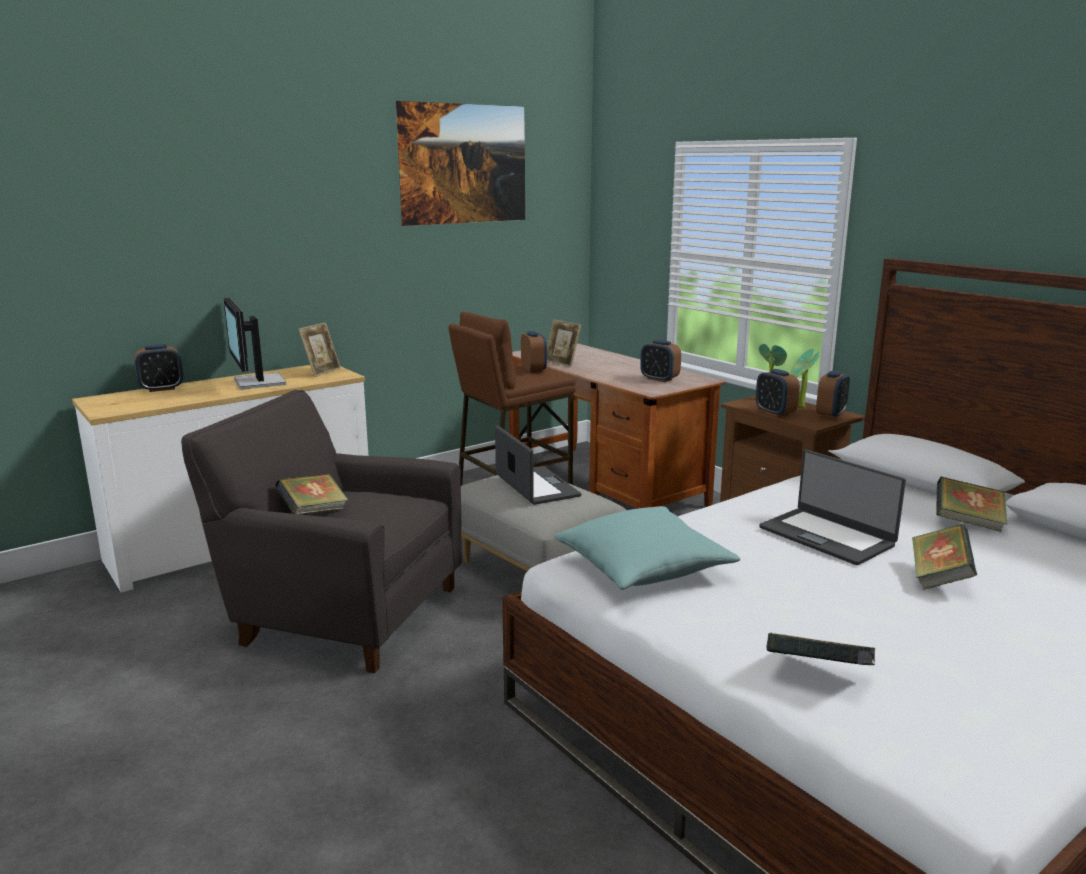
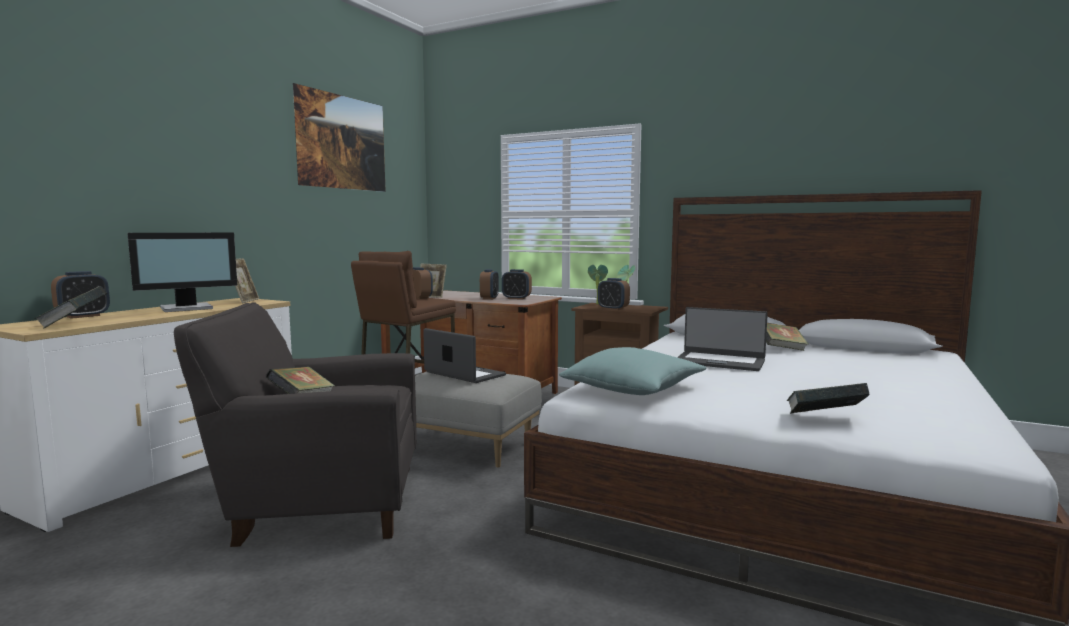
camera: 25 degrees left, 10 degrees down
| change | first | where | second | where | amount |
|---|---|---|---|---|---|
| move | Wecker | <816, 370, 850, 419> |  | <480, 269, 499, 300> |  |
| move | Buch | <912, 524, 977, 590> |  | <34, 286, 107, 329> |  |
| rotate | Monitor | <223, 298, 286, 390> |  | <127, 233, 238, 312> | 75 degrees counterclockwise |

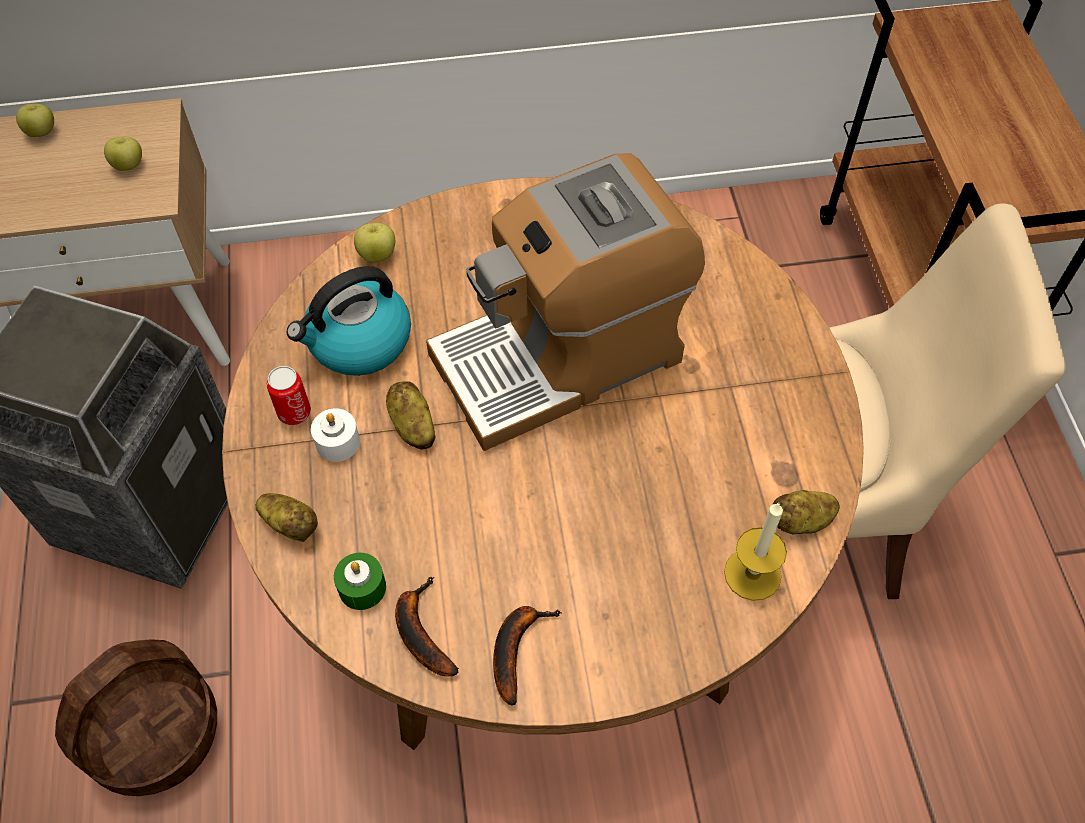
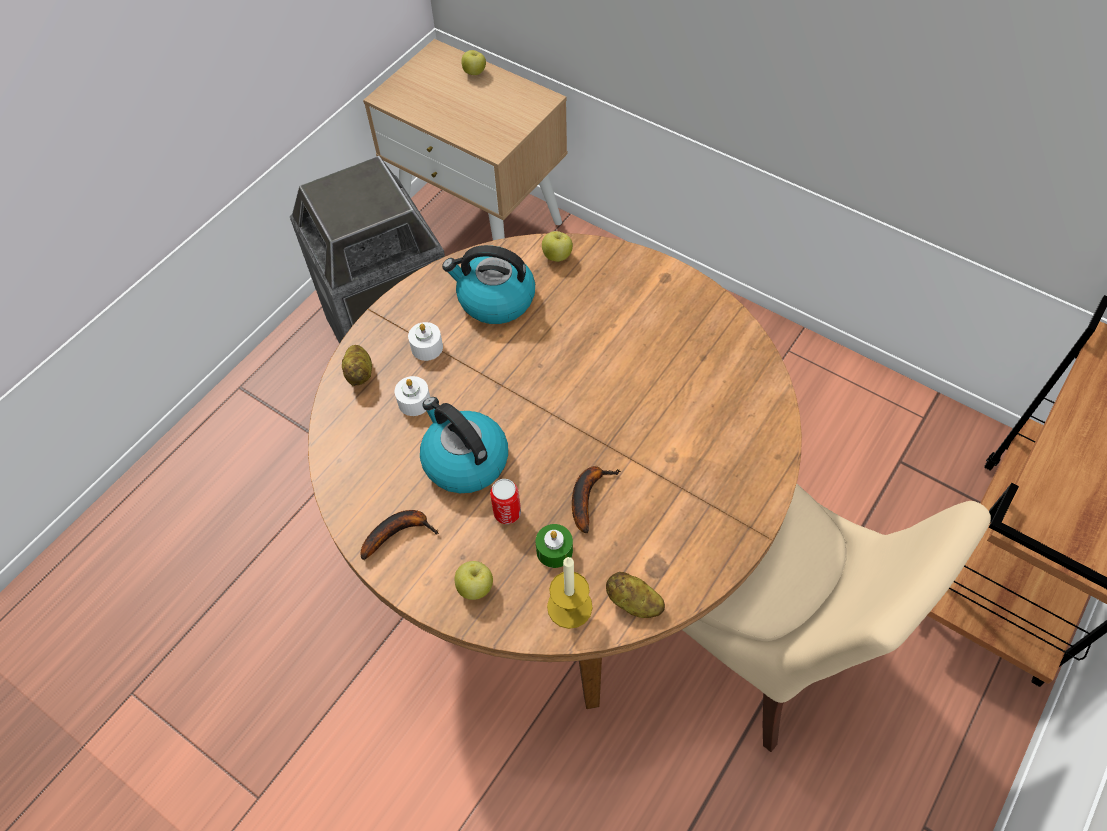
camera: 45 degrees right, 0 degrees up
| change | first | where | second | where | amount |
|---|---|---|---|---|---|
| delete | Korb | <55, 639, 217, 796> |  |  |  |
| delete | Kartoffel | <386, 381, 436, 450> |  |  |  |
| delete | Kaffeemaschine | <426, 153, 705, 451> |  |  |  |
| insert |  |  | Kerze/weiß | <395, 376, 430, 416> |  |
| insert |  |  | Wasserkessel | <420, 397, 508, 493> |  |
| move | Apfel | <104, 136, 142, 171> |  | <455, 561, 493, 600> |  |
| move | Dose | <267, 366, 311, 425> |  | <490, 479, 521, 524> |  |
| move | Kerze/grün | <334, 553, 386, 610> |  | <536, 524, 573, 568> |  |
| move | Banane | <395, 576, 459, 677> |  | <572, 466, 621, 533> |  |

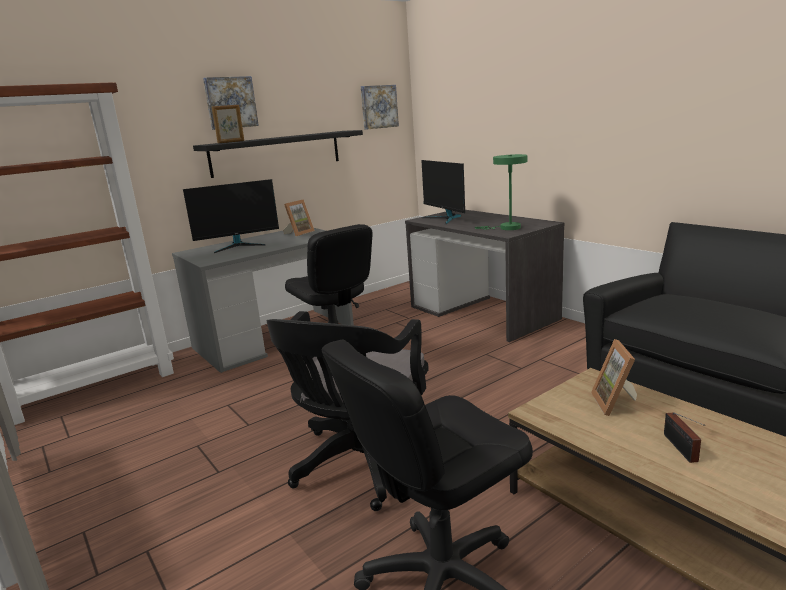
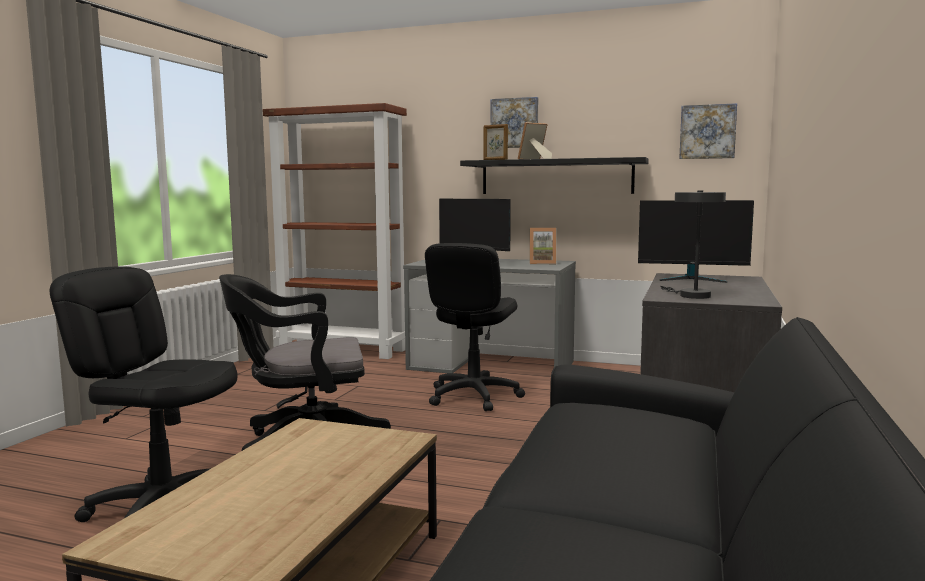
camera: 55 degrees right, 10 degrees down
| change | first | where | second | where | amount |
|---|---|---|---|---|---|
| delete | Radio | <664, 412, 705, 463> |  |  |  |
| move | Bilderrahmen | <591, 339, 637, 416> |  | <518, 122, 552, 159> |  |
| recolor | Tischlampe/grün | <474, 154, 527, 230> | Tischlampe/grau | <660, 190, 726, 299> |  |
| rotate | Monitor | <421, 160, 465, 224> |  | <638, 200, 754, 283> | 105 degrees counterclockwise |

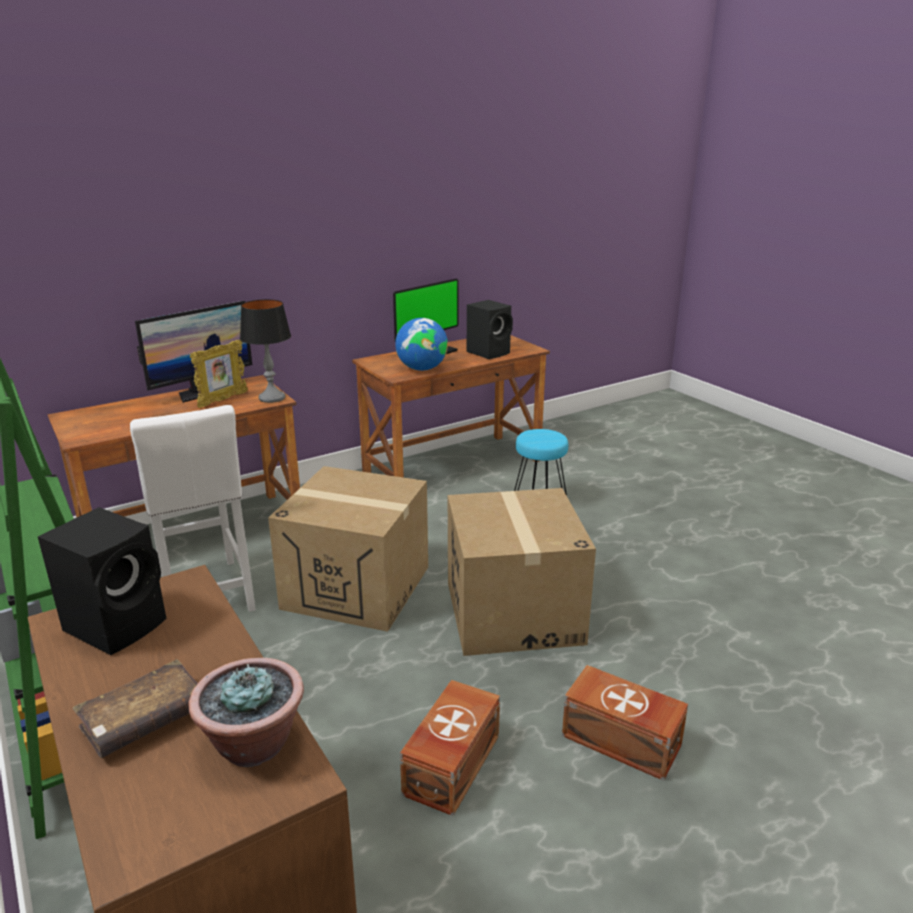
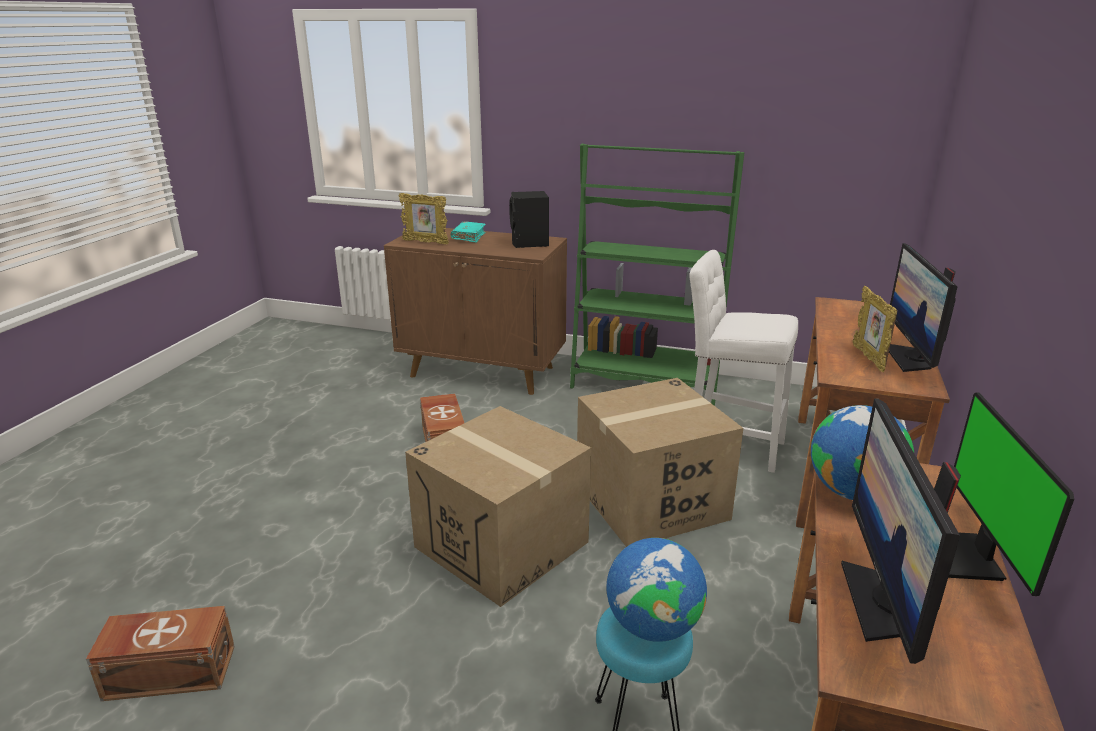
camera: 140 degrees right, 0 degrees up
| change | first | where | second | where | amount |
|---|---|---|---|---|---|
| delete | Tischlampe | <240, 299, 291, 403> |  |  |  |
| insert |  |  | Globus | <606, 538, 707, 642> |  |
| move | Aufbewahrungsbox/braun | <562, 665, 688, 781> |  | <86, 606, 235, 701> |  |
| replace | Topfpflanze | <188, 658, 304, 767> | Bilderrahmen | <399, 193, 449, 244> |  |
| replace | Lautsprecher/schwarz | <467, 300, 513, 359> | Monitor | <841, 398, 961, 664> |  |
| recolor | Buch/braun | <73, 659, 198, 758> | Buch/türkis | <451, 221, 486, 243> |  |

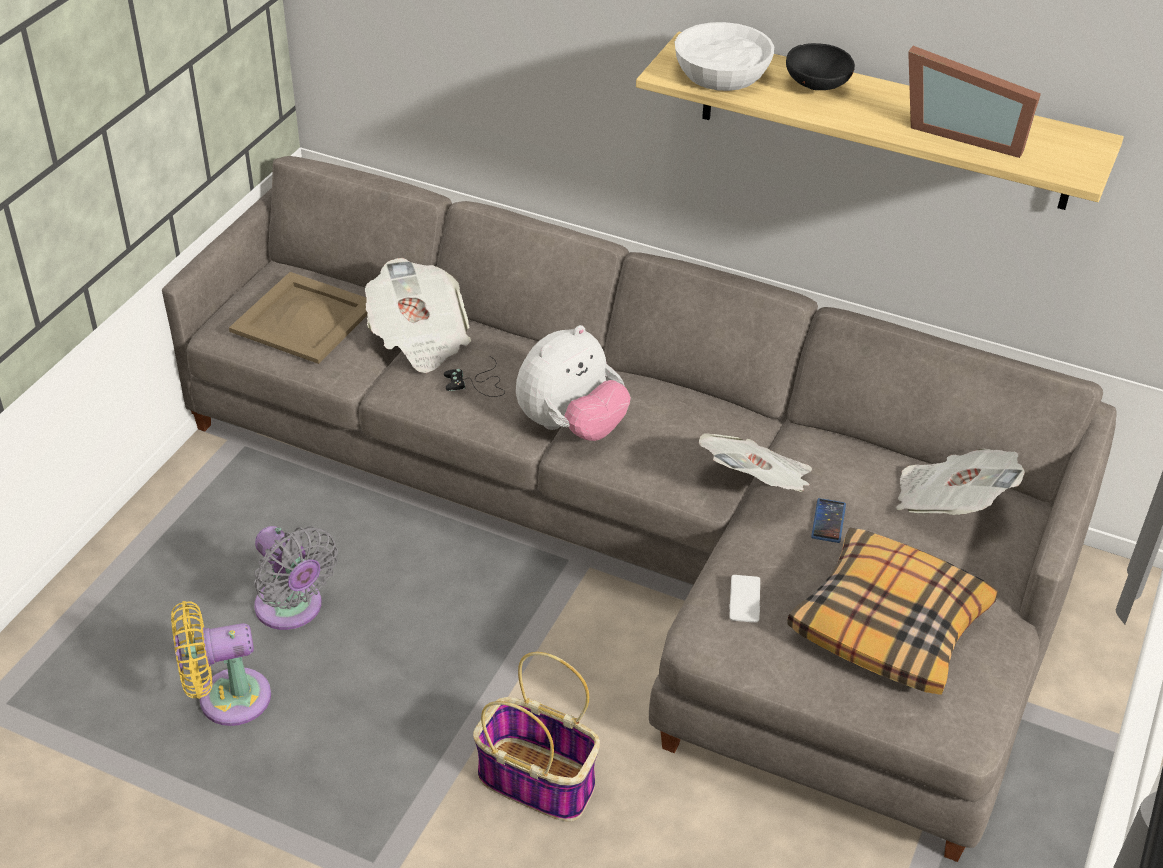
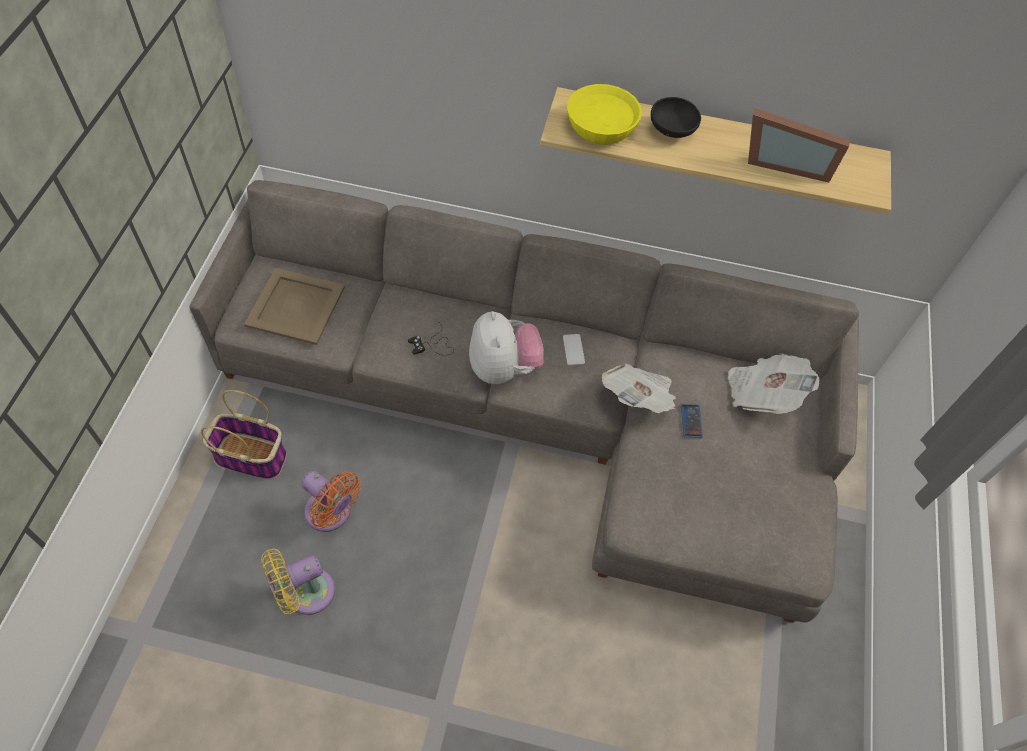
camera: 15 degrees left, 15 degrees up
| change | first | where | second | where | amount |
|---|---|---|---|---|---|
| delete | Zeitung | <365, 258, 471, 373> |  |  |  |
| delete | Kissen | <787, 528, 998, 695> |  |  |  |
| move | Korb | <473, 652, 600, 822> |  | <201, 390, 287, 479> |  |
| move | Handy | <729, 575, 760, 623> |  | <563, 334, 585, 365> |  |
| recolor | Ventilator/grau | <254, 526, 338, 630> | Ventilator/orange | <301, 471, 361, 532> |  |
| recolor | Schüssel/weiß | <675, 22, 774, 91> | Schüssel/gelb | <567, 84, 642, 145> |  |
| rotate | Plüschtier | <516, 325, 631, 441> |  | <469, 311, 544, 384> | 45 degrees counterclockwise |

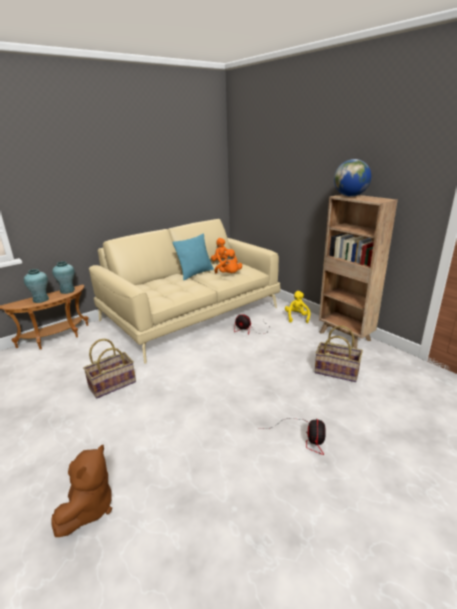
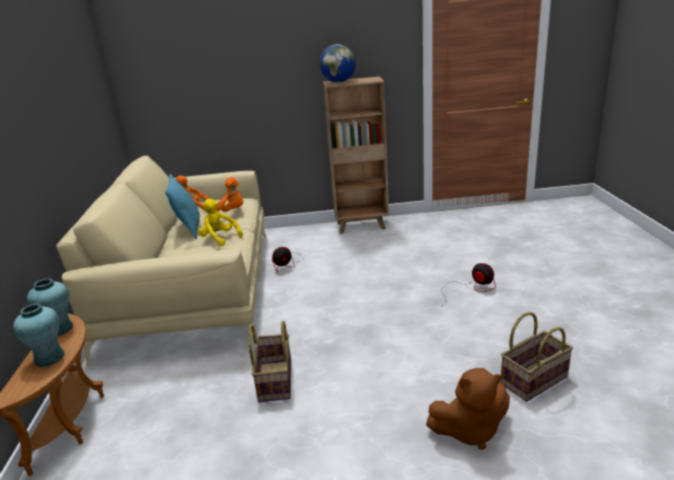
camera: 55 degrees left, 0 degrees up
| change | first | where | second | where | amount |
|---|---|---|---|---|---|
| move | Plüschtier/gelb | <285, 291, 310, 323> |  | <198, 199, 243, 246> |  |
| move | Korb | <315, 325, 363, 382> |  | <500, 312, 573, 402> |  |
| rotate | Plüschtier/braun | <51, 445, 112, 537> |  | <426, 368, 510, 450> | 120 degrees clockwise |

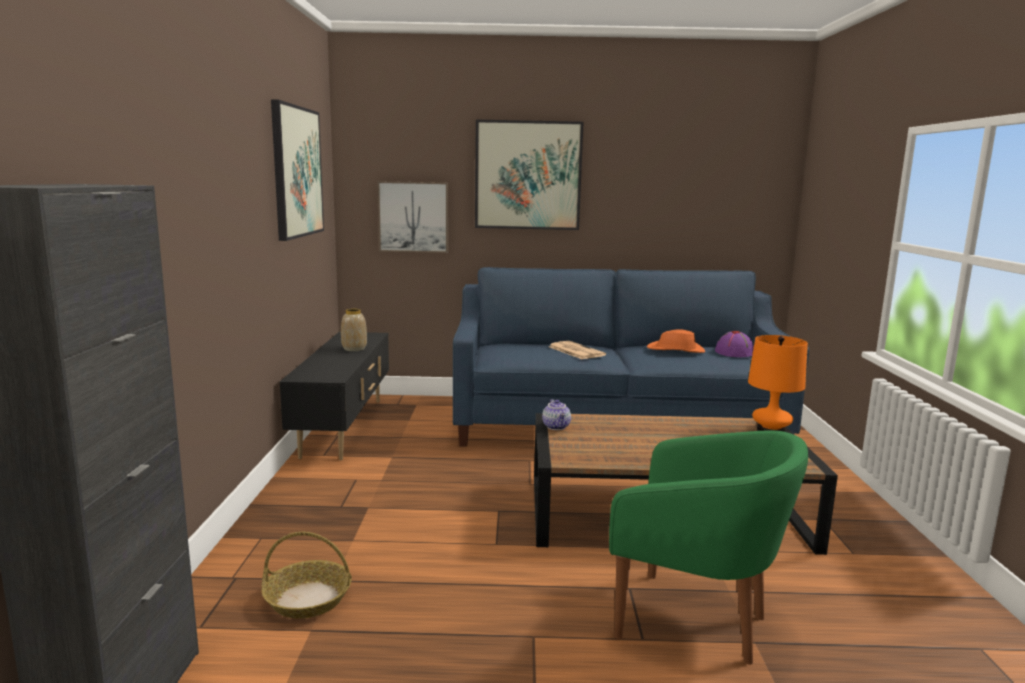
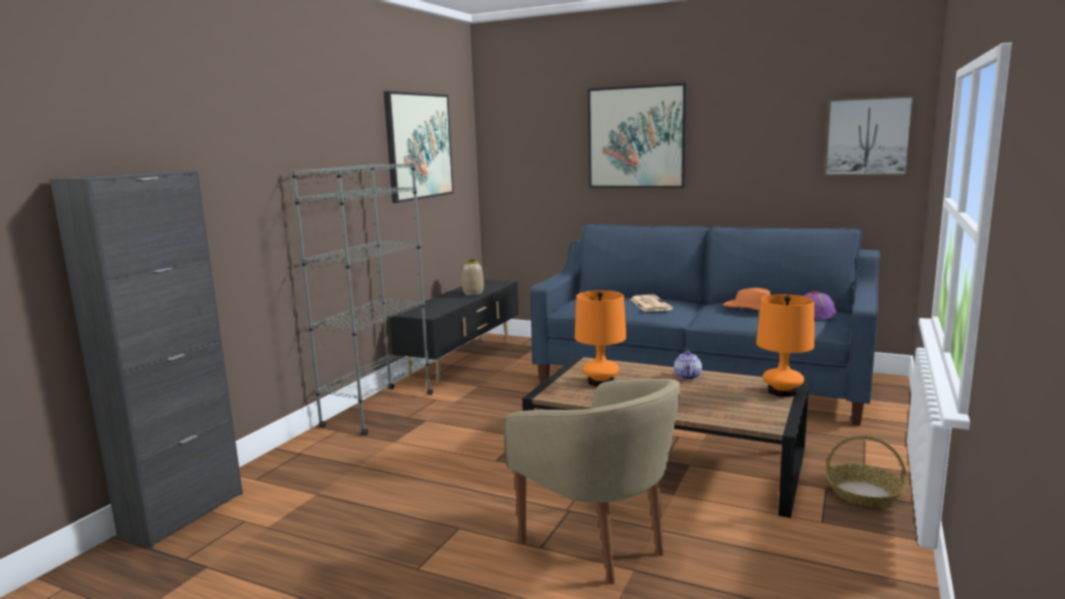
camera: 25 degrees right, 0 degrees up
| change | first | where | second | where | amount |
|---|---|---|---|---|---|
| insert |  |  | Bücherregal/grau | <291, 163, 433, 435> |  |
| insert |  |  | Tischlampe/orange | <575, 290, 626, 387> |  |
| move | Korb | <262, 532, 352, 619> |  | <826, 435, 907, 507> |  |
| move | Bild | <377, 181, 448, 253> |  | <824, 96, 914, 176> |  |
| move | Teekanne | <542, 399, 571, 430> |  | <674, 351, 702, 380> |  |
| recolor | Sessel/grün | <609, 430, 808, 665> | Sessel/beige | <504, 379, 680, 584> |  |

